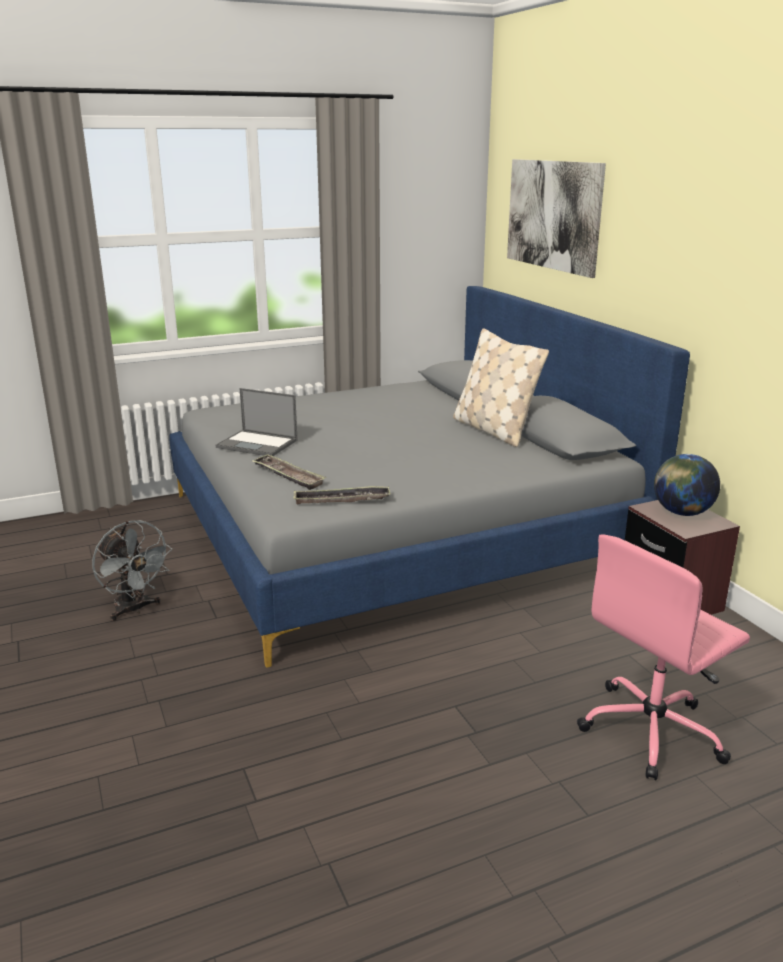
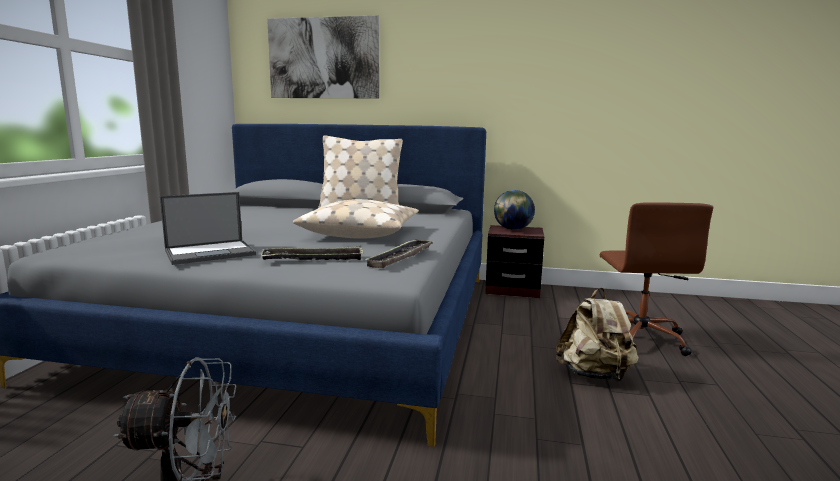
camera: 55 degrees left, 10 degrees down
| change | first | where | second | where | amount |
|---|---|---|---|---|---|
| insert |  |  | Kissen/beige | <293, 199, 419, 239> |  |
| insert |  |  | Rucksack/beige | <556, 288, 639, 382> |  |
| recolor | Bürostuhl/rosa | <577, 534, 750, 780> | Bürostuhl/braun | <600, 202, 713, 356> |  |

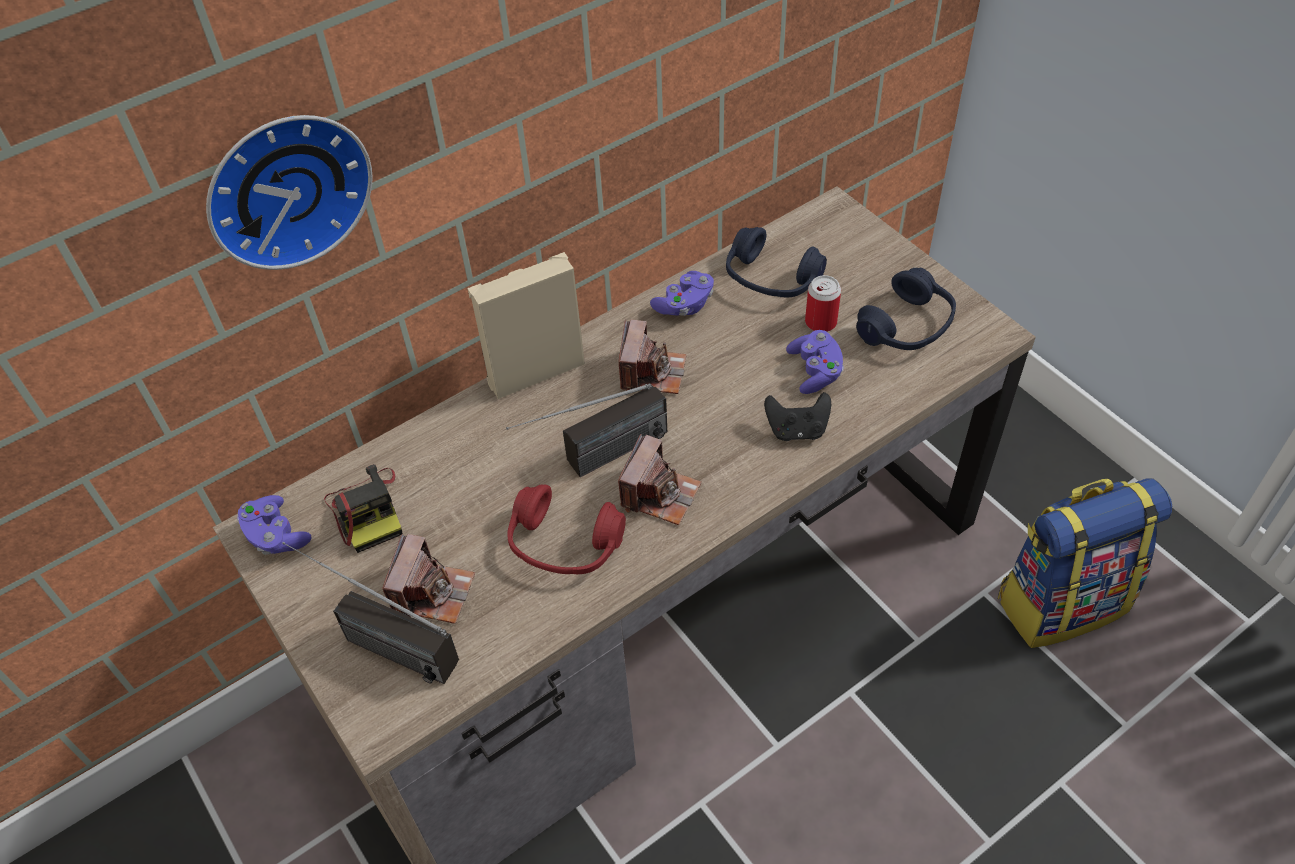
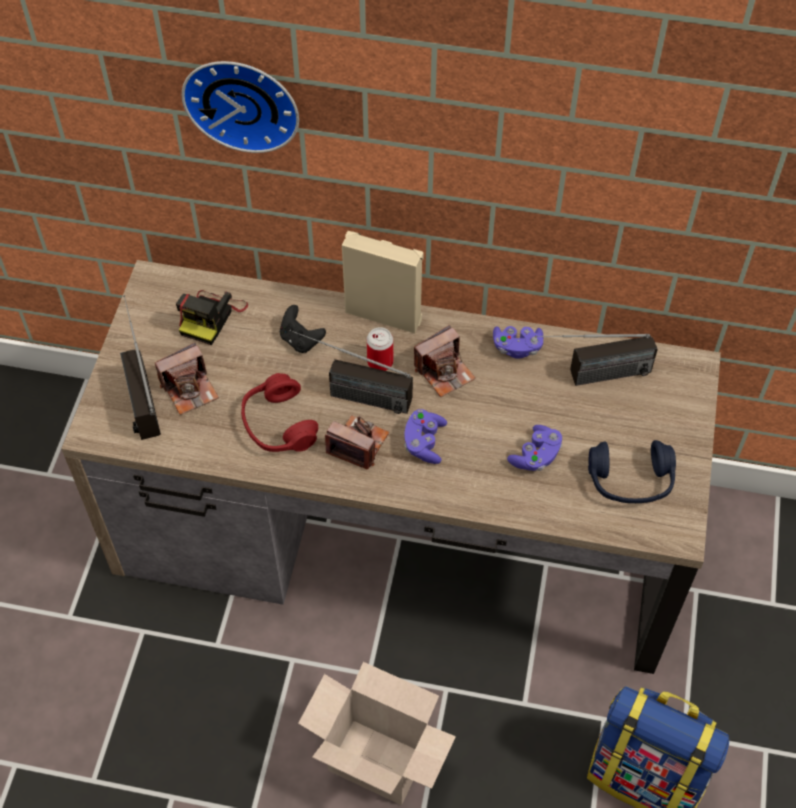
camera: 45 degrees right, 5 degrees up
| change | first | where | second | where | amount |
|---|---|---|---|---|---|
| insert |  |  | Karton | <298, 662, 456, 805> |  |
| move | Gamepad/lila | <237, 495, 312, 555> |  | <404, 409, 447, 464> |  |
| move | Gamepad/schwarz | <764, 392, 831, 441> |  | <280, 305, 326, 353> |  |
| move | Dose | <805, 275, 841, 332> |  | <366, 327, 393, 371> |  |
| replace | Kopfhörer/blau | <726, 227, 827, 297> | Radio | <535, 334, 658, 386> |  |
| rotate | Kamera | <618, 434, 702, 525> |  | <325, 415, 389, 469> | 135 degrees counterclockwise |

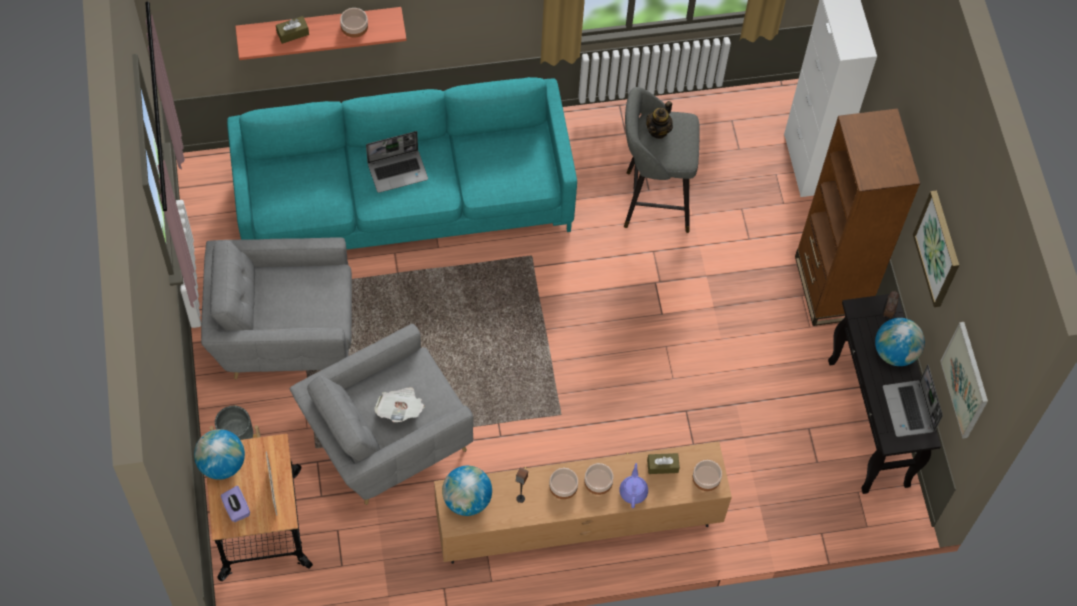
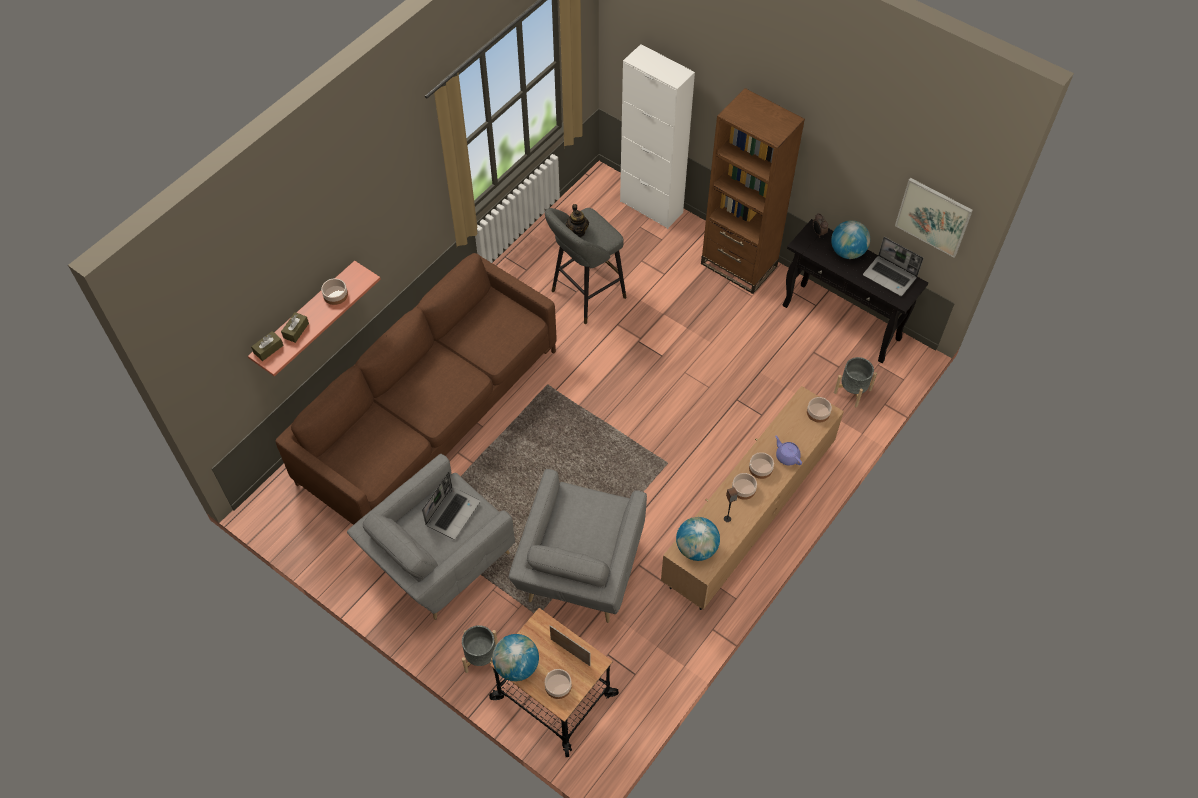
camera: 40 degrees left, 5 degrees down
| change | first | where | second | where | amount |
|---|---|---|---|---|---|
| delete | Zeitung | <374, 387, 425, 422> |  |  |  |
| delete | Bild | <913, 190, 959, 307> |  |  |  |
| insert |  |  | Pflanzkübel/grau | <834, 357, 877, 407> |  |
| move | Laptop | <366, 131, 428, 193> |  | <422, 471, 480, 539> |  |
| move | Taschentuchbox/braun | <647, 453, 680, 474> |  | <251, 331, 283, 361> |  |
| replace | Taschentuchbox/lila | <221, 486, 250, 522> | Schüssel | <545, 669, 572, 699> |  |
| recolor | Sofa/türkis | <227, 77, 577, 249> | Sofa/braun | <275, 253, 557, 525> |  |

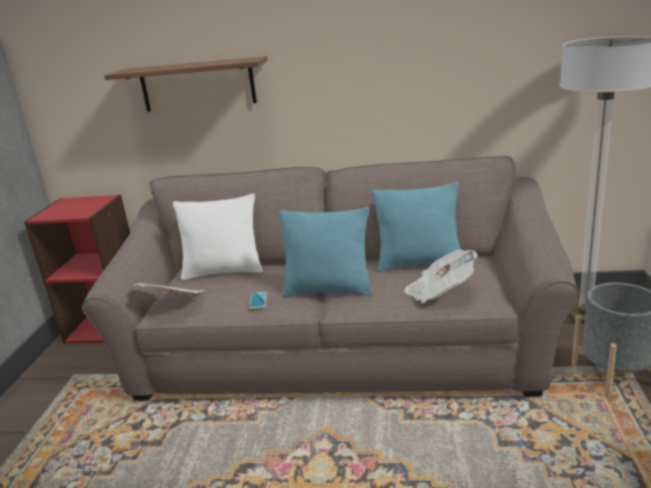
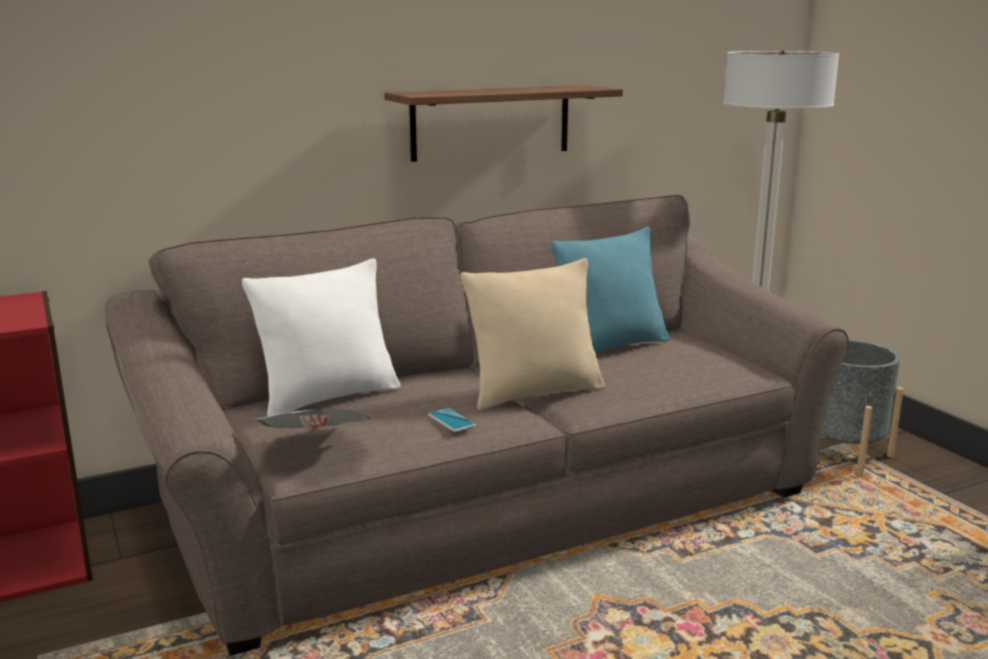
camera: 35 degrees left, 5 degrees down
| change | first | where | second | where | amount |
|---|---|---|---|---|---|
| delete | Zeitung | <404, 249, 478, 303> |  |  |  |
| move | Wandregal | <104, 56, 267, 112> |  | <385, 85, 623, 162> |  |
| recolor | Kissen/türkis | <279, 207, 373, 297> | Kissen/beige | <460, 258, 605, 411> |  |

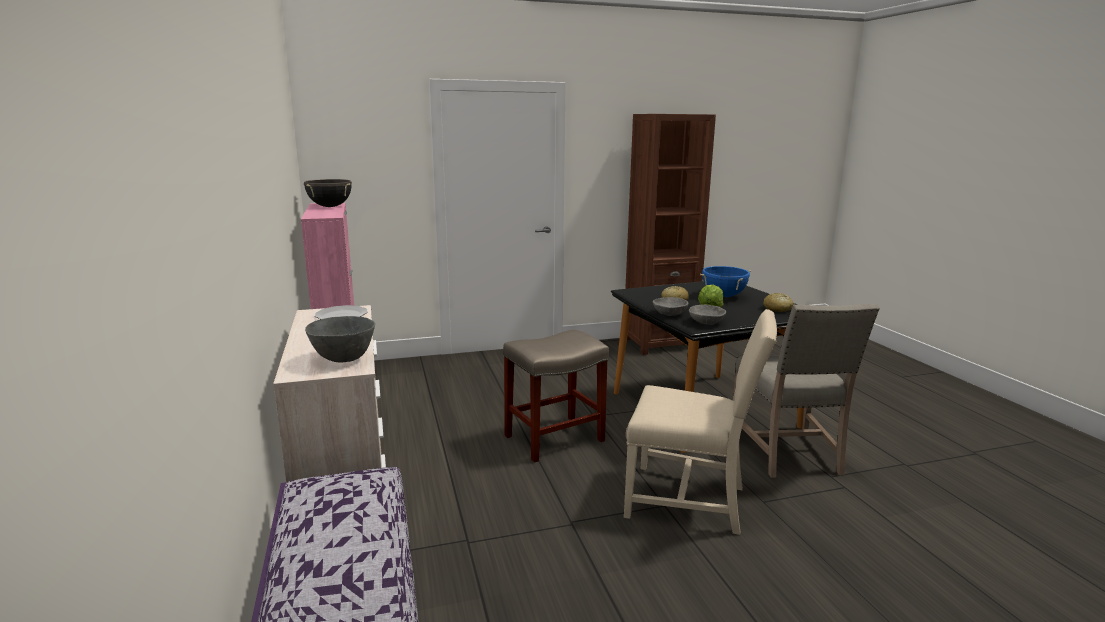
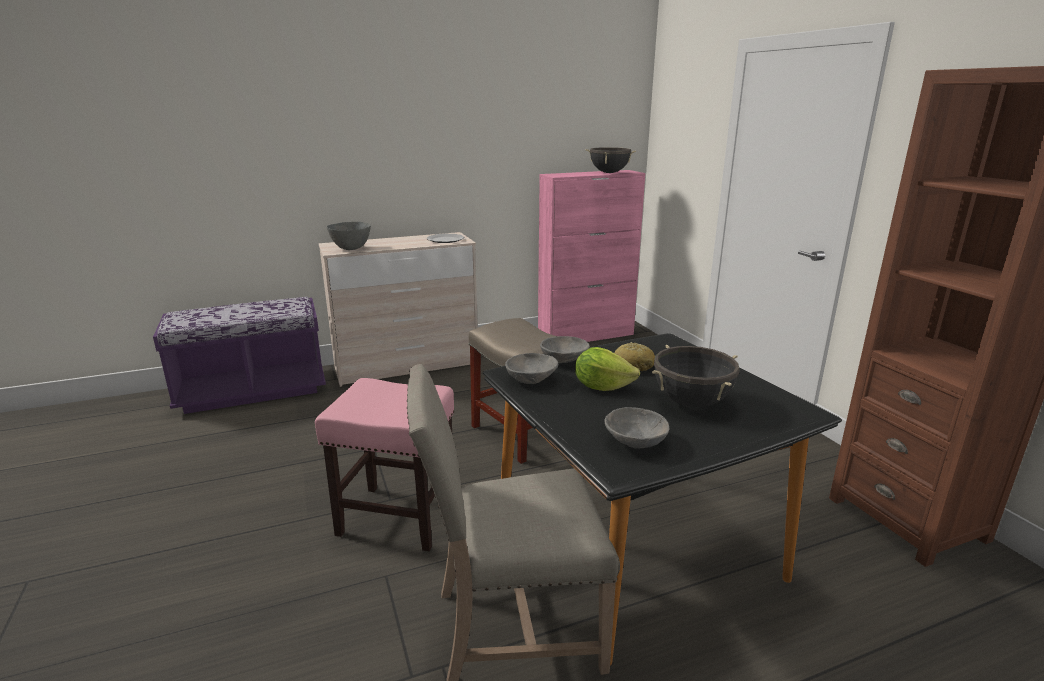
camera: 85 degrees right, 5 degrees up
| change | first | where | second | where | amount |
|---|---|---|---|---|---|
| replace | Stuhl/beige | <624, 309, 777, 535> | Hocker/rosa | <315, 378, 454, 551> |  |
| replace | Brot | <763, 293, 794, 312> | Schüssel/grau | <604, 407, 669, 449> |  |
| recolor | Kochtopf/blau | <700, 266, 751, 297> | Kochtopf/schwarz | <652, 345, 739, 408> |  |

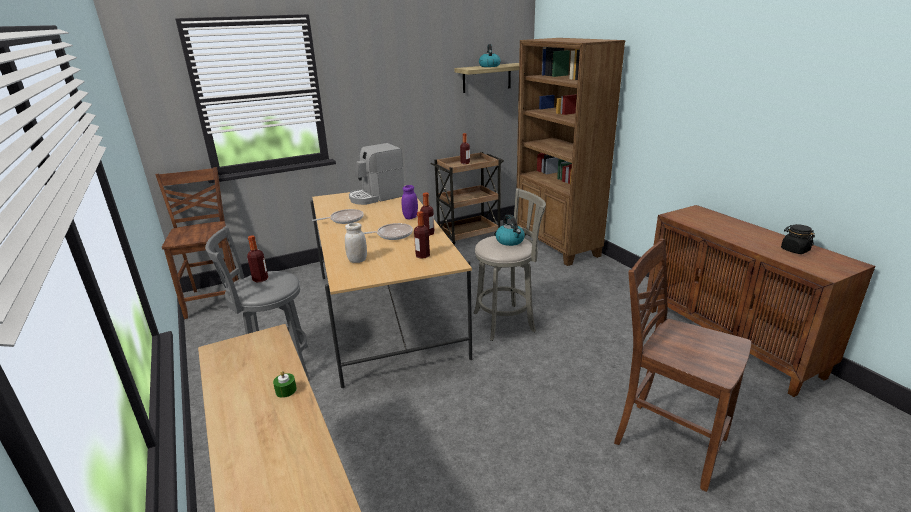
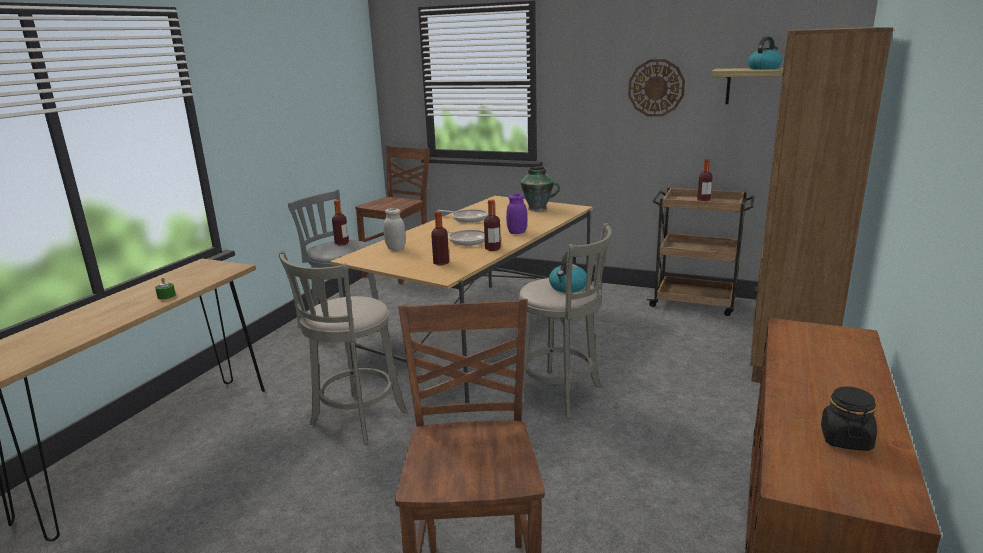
camera: 50 degrees right, 5 degrees down
| change | first | where | second | where | amount |
|---|---|---|---|---|---|
| insert |  |  | Hocker/grau | <279, 251, 408, 445> |  |
| insert |  |  | Wanduhr | <628, 59, 685, 117> |  |
| replace | Kaffeemaschine | <349, 143, 404, 205> | Vase | <520, 167, 560, 211> |  |

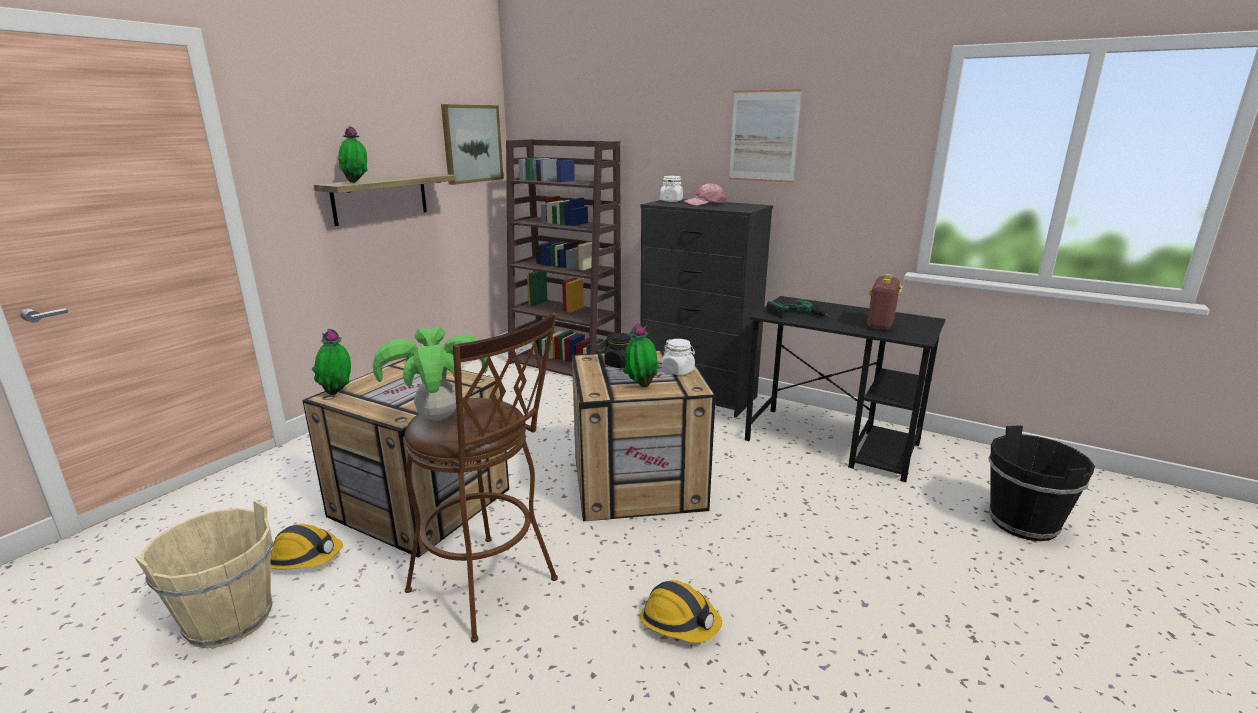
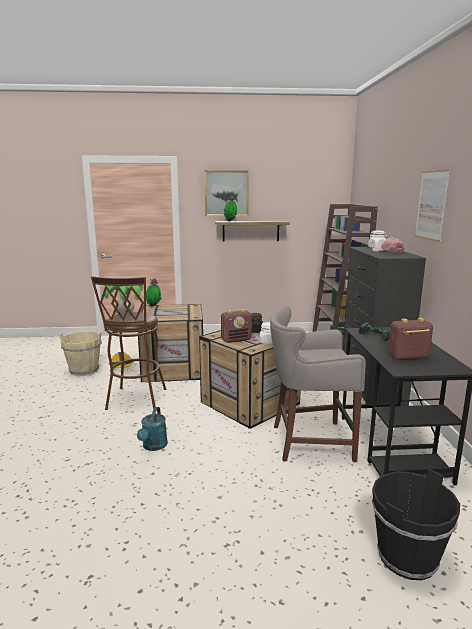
camera: 55 degrees right, 5 degrees down
| change | first | where | second | where | amount |
|---|---|---|---|---|---|
| insert |  |  | Hocker/grau | <270, 306, 366, 462> |  |
| move | Bild | <441, 104, 504, 185> |  | <205, 170, 249, 216> |  |
| replace | Topfpflanze | <623, 323, 659, 387> | Radio | <221, 309, 252, 343> |  |
| replace | Schutzhelm | <640, 580, 722, 643> | Gießkanne/türkis | <137, 407, 168, 451> |  |

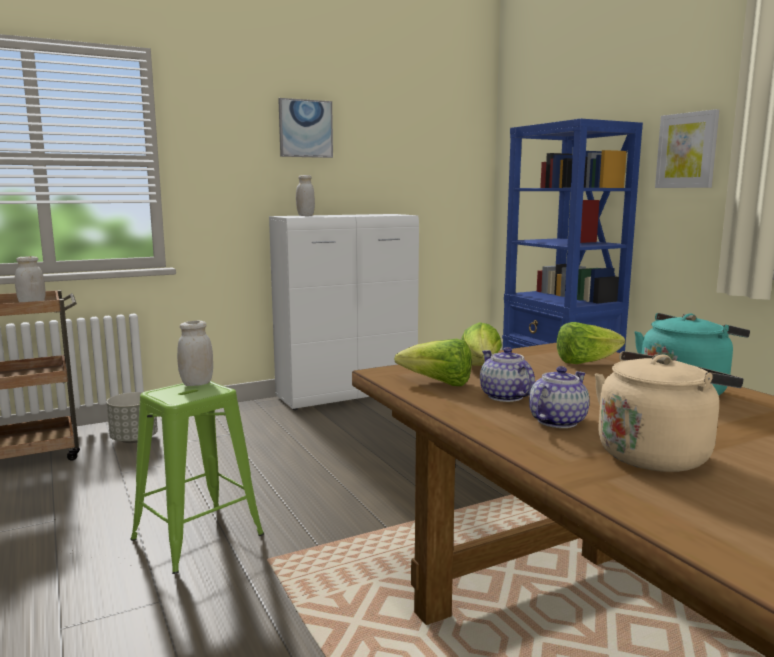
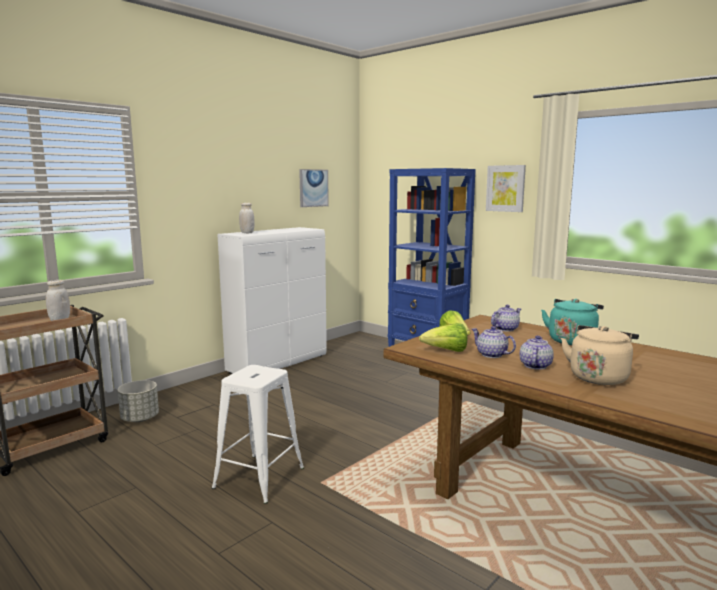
camera: 20 degrees left, 0 degrees up
| change | first | where | second | where | amount |
|---|---|---|---|---|---|
| delete | Vorratsglas/weiß | <177, 320, 213, 386> |  |  |  |
| move | Bild | <278, 98, 333, 158> |  | <299, 169, 329, 207> |  |
| replace | Salatkopf | <557, 322, 625, 364> | Teekanne | <491, 305, 521, 332> |  |
| recolor | Hocker/grün | <131, 381, 264, 574> | Hocker/weiß | <211, 365, 304, 504> |  |

